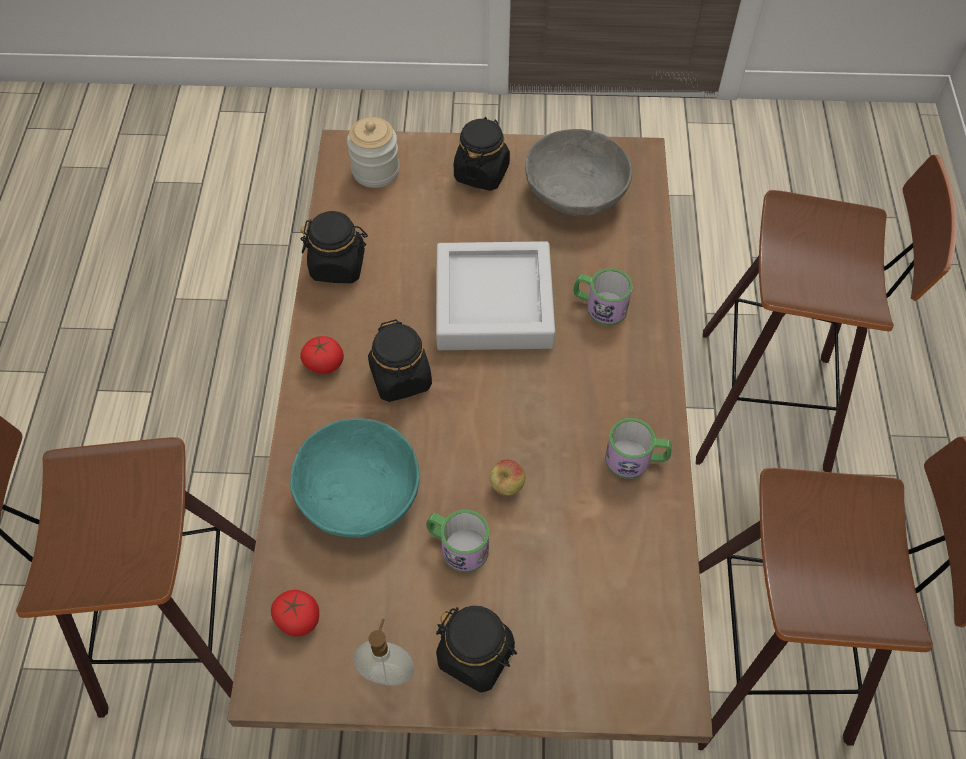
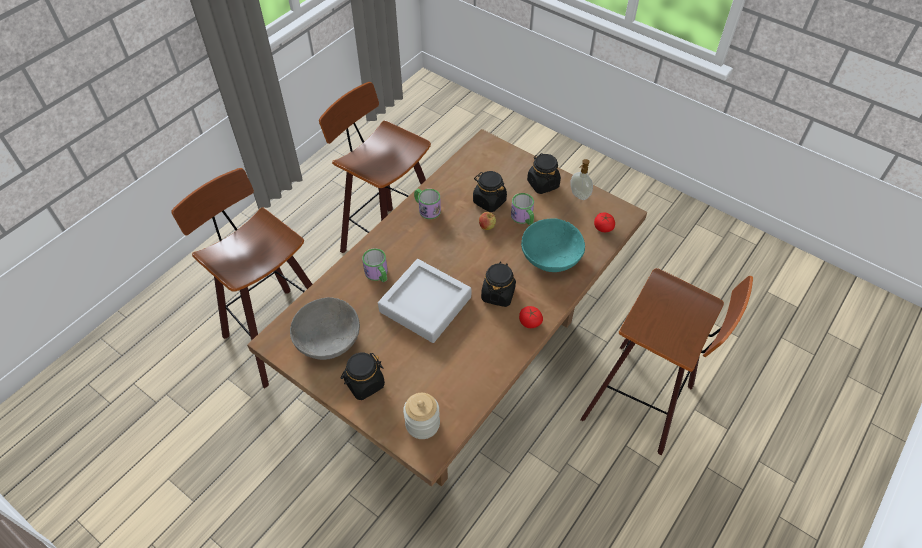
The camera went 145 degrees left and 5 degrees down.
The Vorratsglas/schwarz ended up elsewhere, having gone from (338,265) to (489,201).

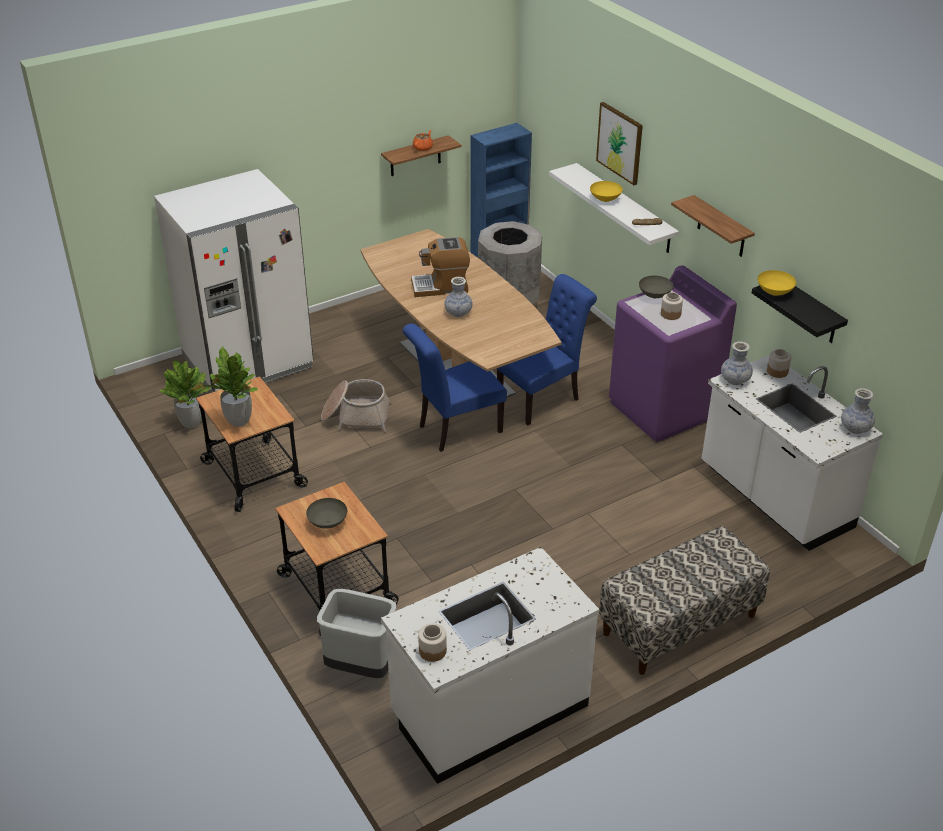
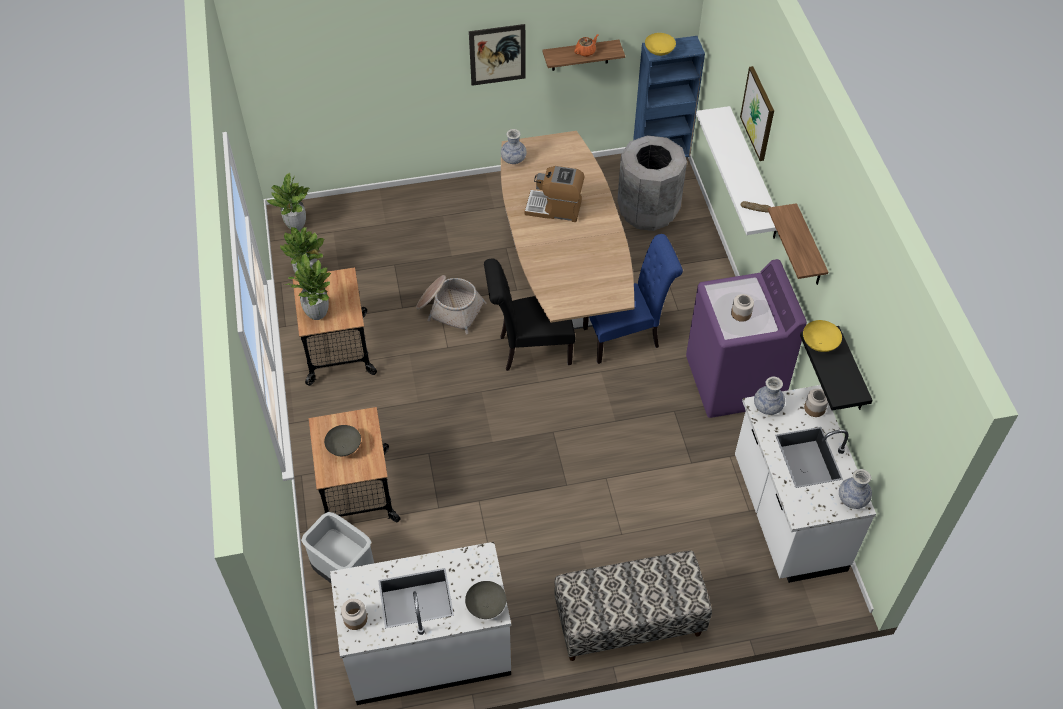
The camera went 20 degrees right and 15 degrees up.
The second view lost the Kühlschrank/weiß at (248,362).
What was the Stuhl/blau at (455,430) turned into the Stuhl/schwarz at (530,350).
The Vase ended up elsewhere, having gone from (458,313) to (513,159).
The Schüssel/gelb ended up elsewhere, having gone from (605,199) to (659,51).
The Schüssel/grau ended up elsewhere, having gone from (655,295) to (486,605).
The second view gained the Topfpflanze at (296,225).
The second view gained the Bild at (497,54).

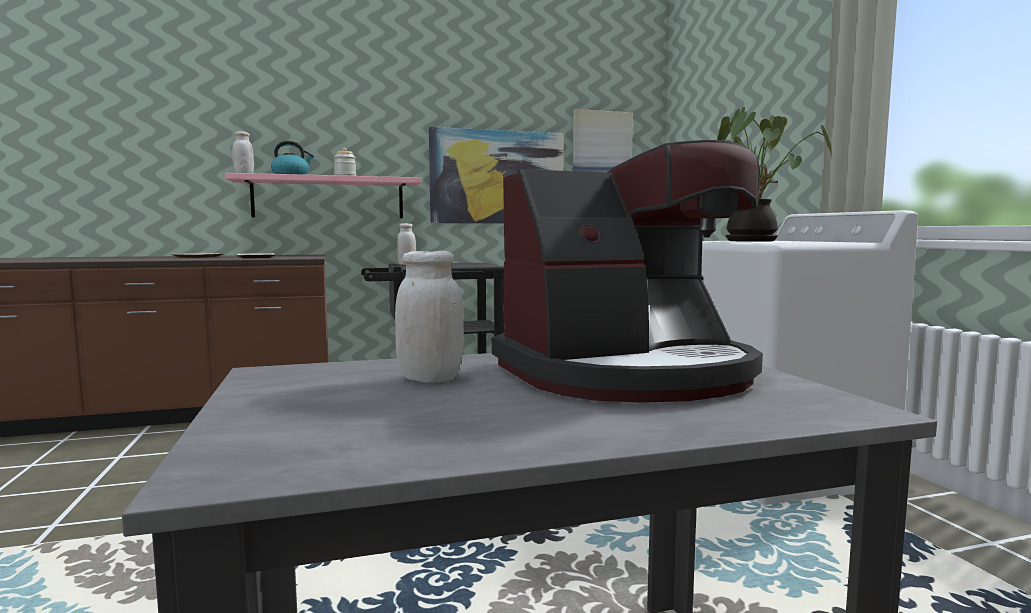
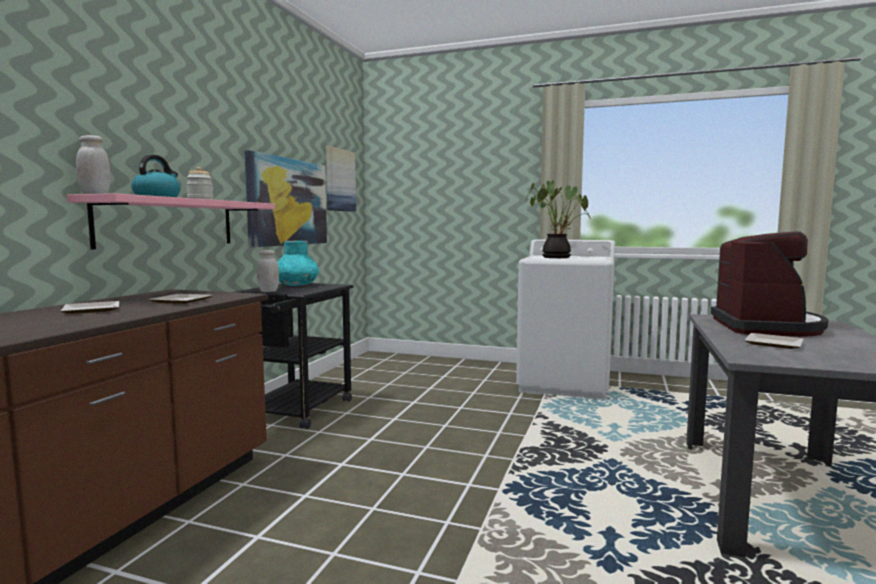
The camera went 55 degrees left and 0 degrees up.
Where the Vorratsglas/weiß stood at (430,378), the Teller came to stand at (772,343).
The second view gained the Vase/türkis at (296,285).

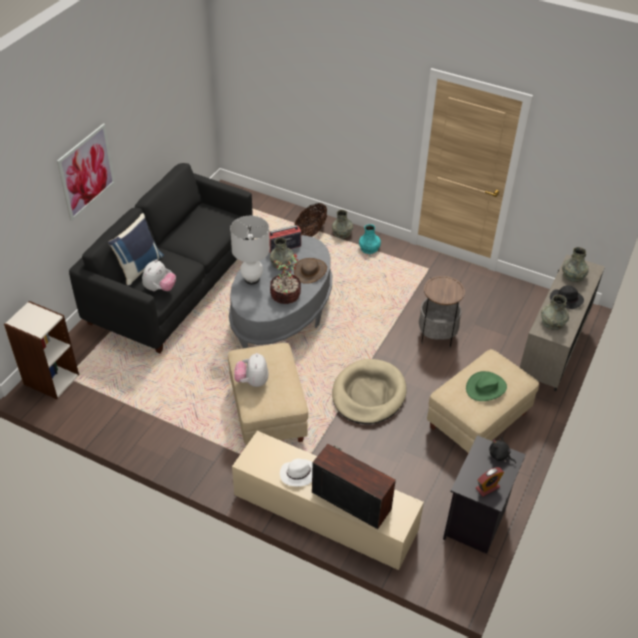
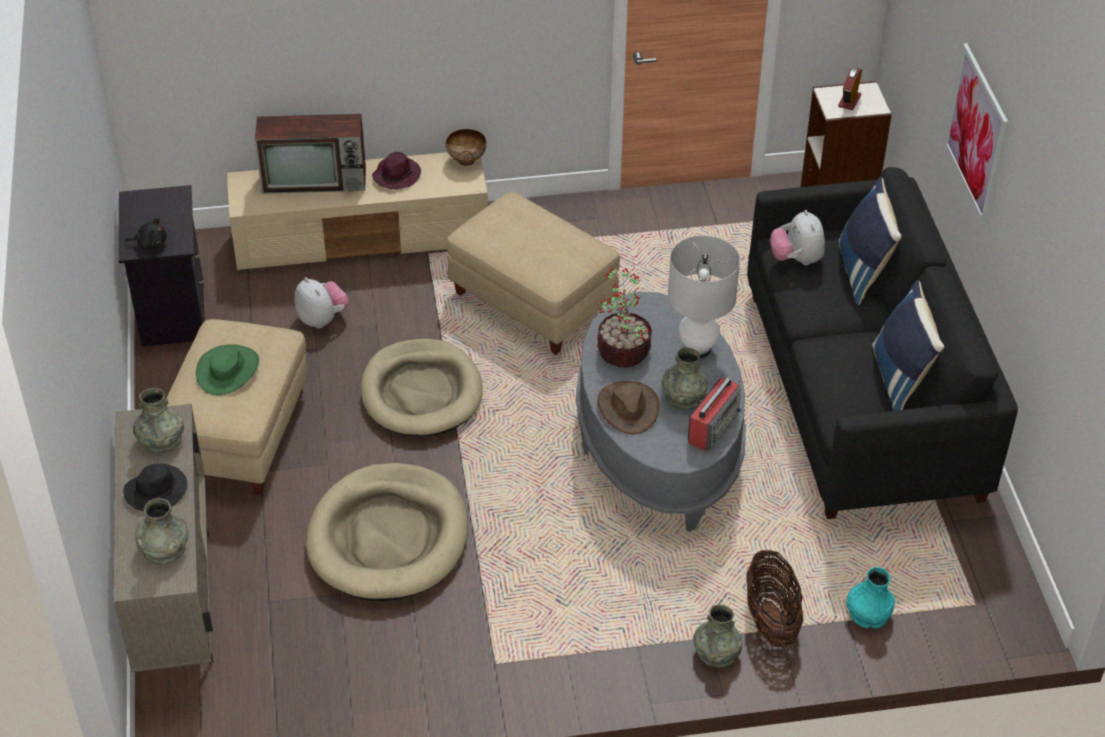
The camera went 145 degrees right and 0 degrees up.
The Plüschtier ended up elsewhere, having gone from (252,381) to (322,319).
What was the Hut/weiß at (298,474) turned into the Hut/lila at (396,175).
The Vase/türkis ended up elsewhere, having gone from (369,248) to (868,614).
Where the Beistelltisch stood at (437,335), the Hundebett/beige came to stand at (388,537).
The Wecker ended up elsewhere, having gone from (487,488) to (849,101).
The second view gained the Schüssel at (466,161).
The second view gained the Kissen/blau at (901,379).

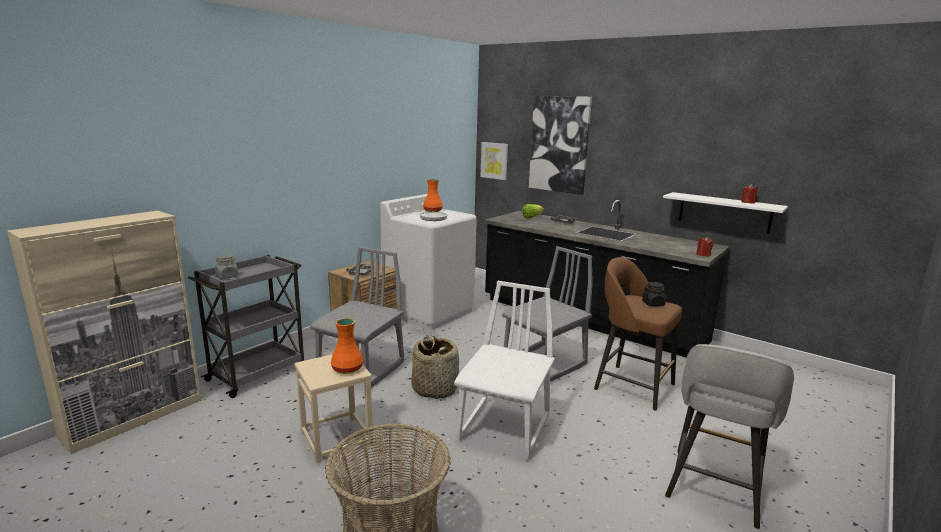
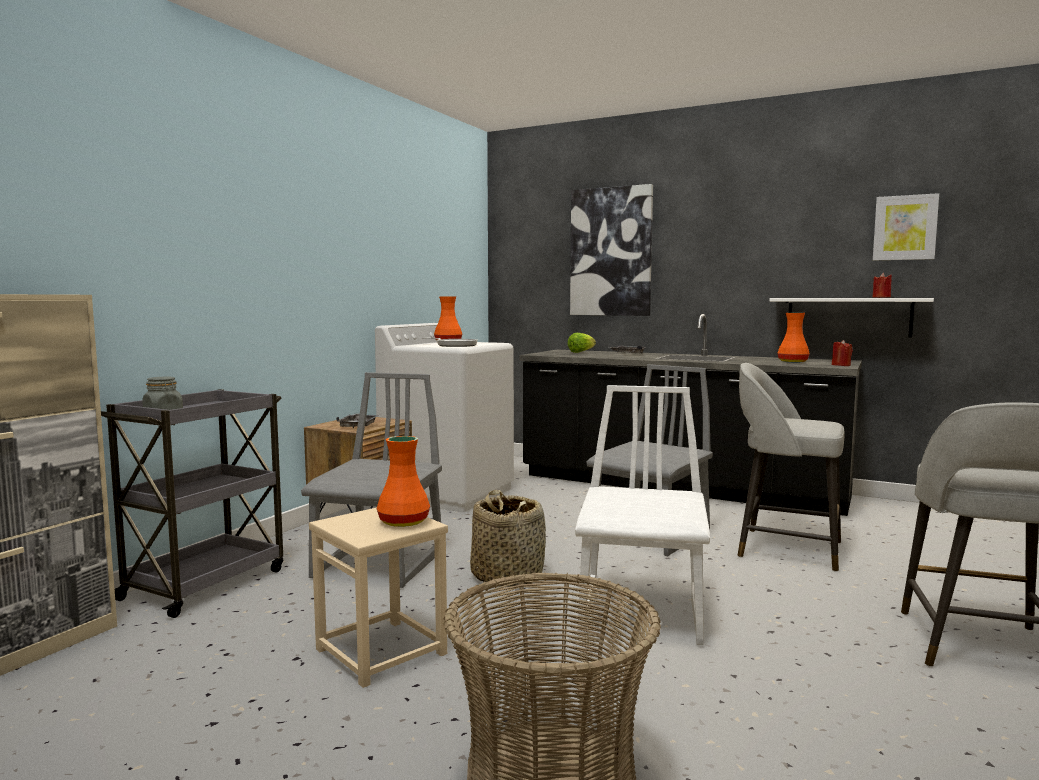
The camera went 10 degrees left and 10 degrees down.
The Bild ended up elsewhere, having gone from (494,160) to (905,228).
What was the Hocker/braun at (631,386) turned into the Hocker/grau at (785,548).
The second view lost the Vorratsglas/schwarz at (653,304).
The second view gained the Vase/orange at (792,362).

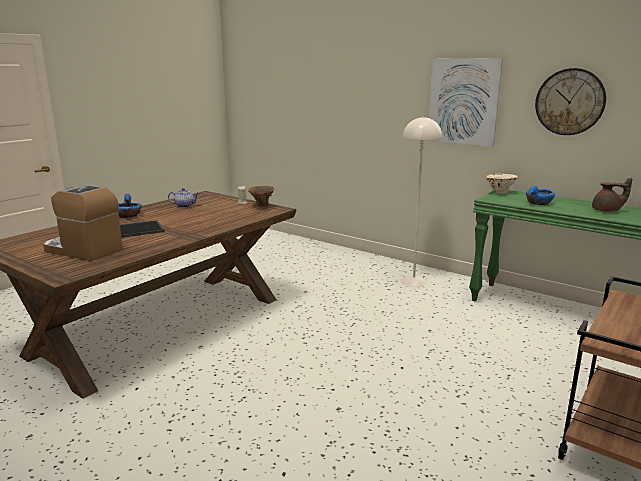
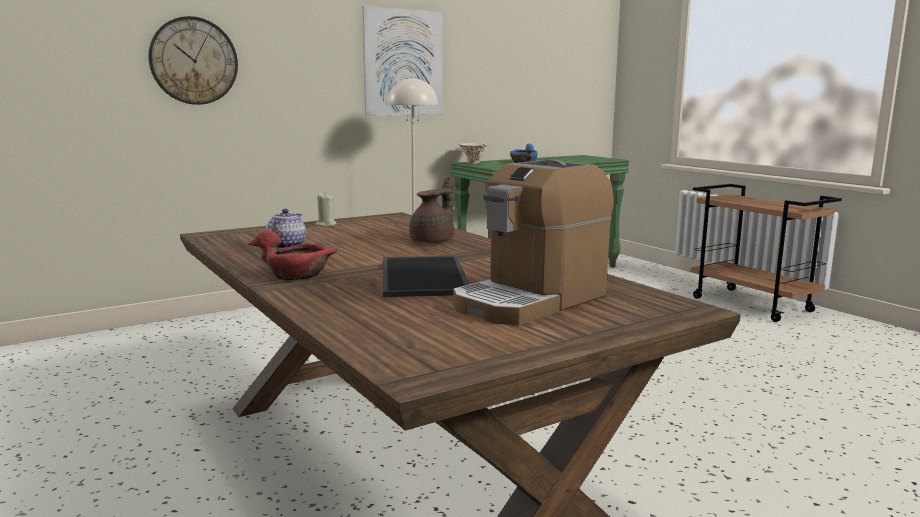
The camera went 70 degrees left and 5 degrees down.
What was the Schüssel/blau at (128,215) turned into the Schüssel/rot at (298,275).
The second view lost the Vase/braun at (261,206).
The Wanduhr ended up elsewhere, having gone from (569,102) to (193,61).
The Teekanne/braun ended up elsewhere, having gone from (607,211) to (434,241).

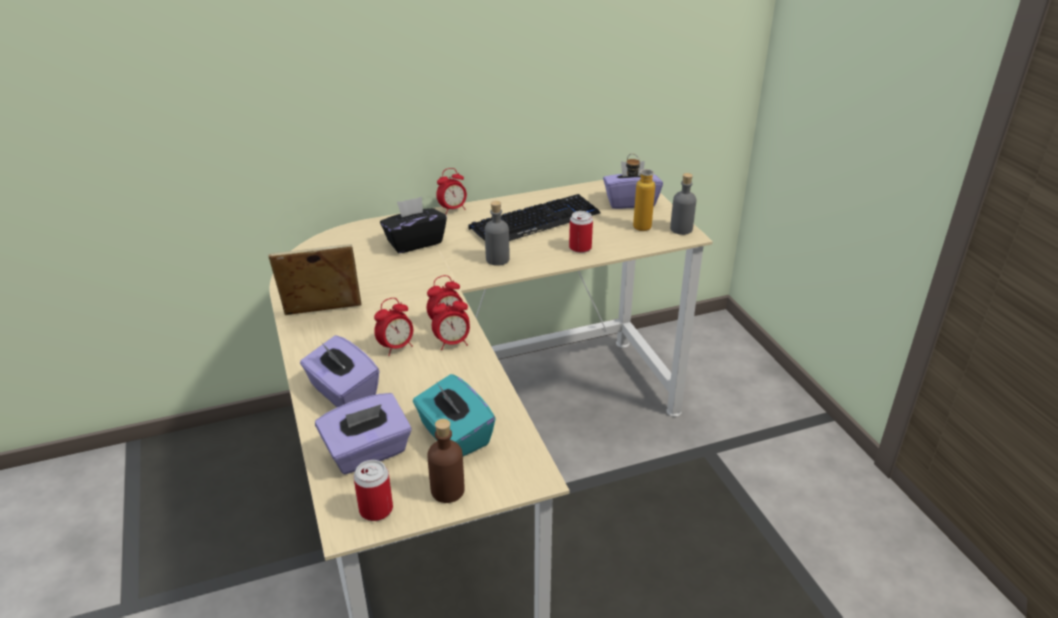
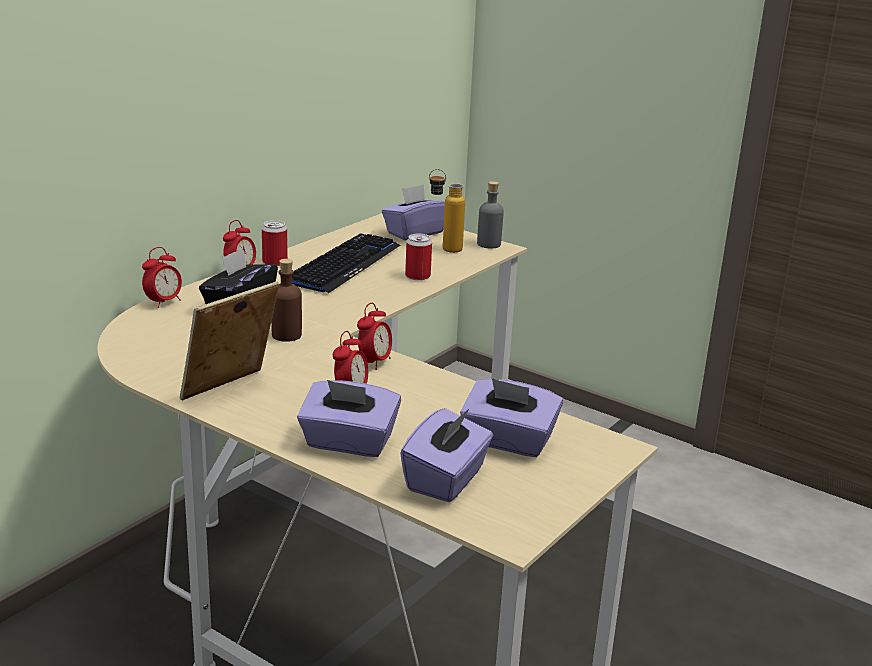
The camera went 35 degrees left and 10 degrees down.
The Dose ended up elsewhere, having gone from (376,509) to (275,262).
What was the Taschentuchbox/türkis at (454,435) turned into the Taschentuchbox/lila at (508,442).
The Flasche/braun ended up elsewhere, having gone from (447,490) to (286,335).
The Wecker ended up elsewhere, having gone from (452,343) to (163,302).
The second view lost the Flasche/grau at (497,259).

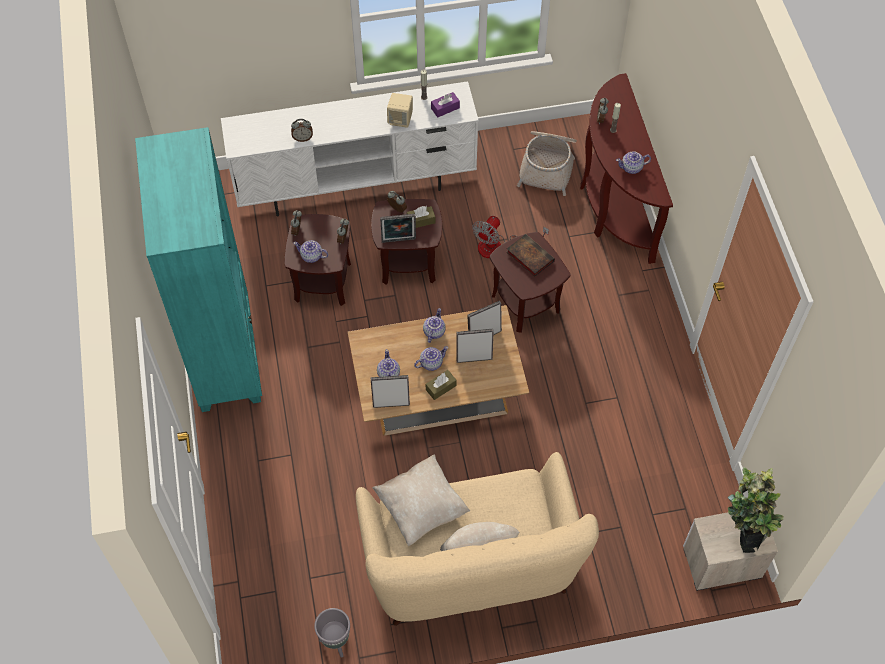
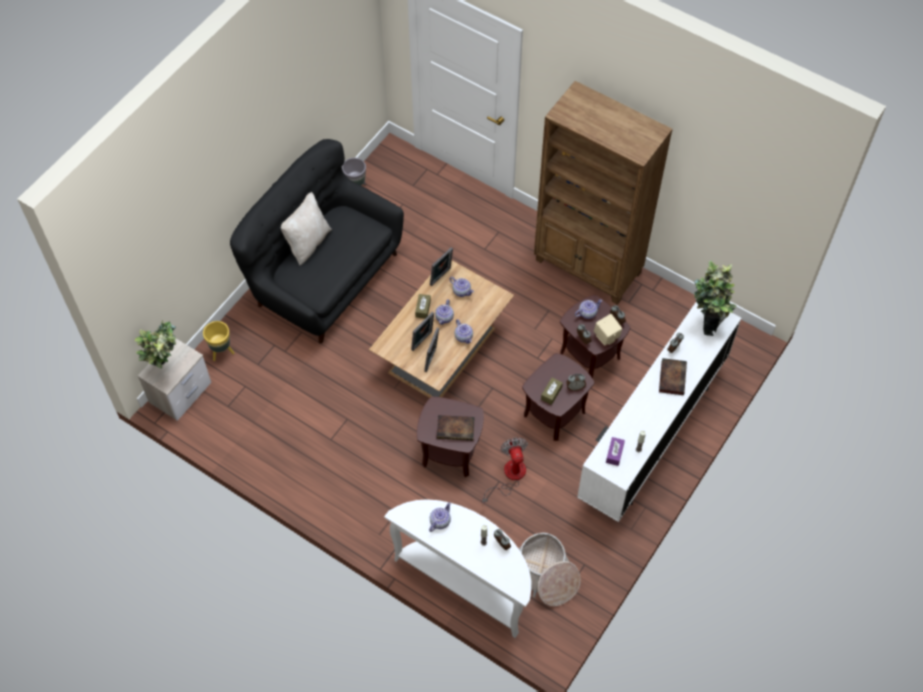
The camera went 135 degrees right and 0 degrees up.
What was the Bücherregal/türkis at (226,354) turned into the Bücherregal/braun at (588,267).
What was the Sofa/beige at (470,565) turned into the Sofa/schwarz at (324,276).
The second view lost the Kissen/beige at (421,507).
The second view lost the Bilderrahmen at (399,241).
The Lautsprecher/beige ended up elsewhere, having gone from (400,119) to (606,337).
What was the Konsolentisch/braun at (613,206) turned into the Konsolentisch/weiß at (466,581).
The second view gained the Pflanzkübel/gelb at (222,352).
The second view gained the Buch at (672,377).
The second view gained the Topfpflanze at (707,321).

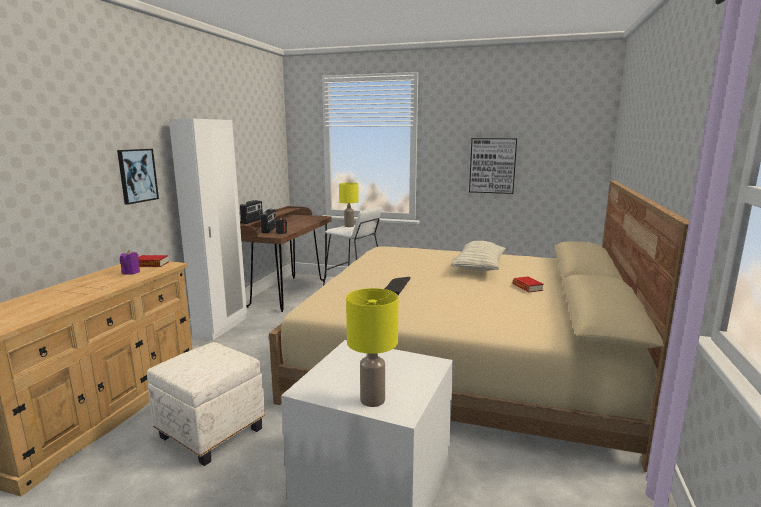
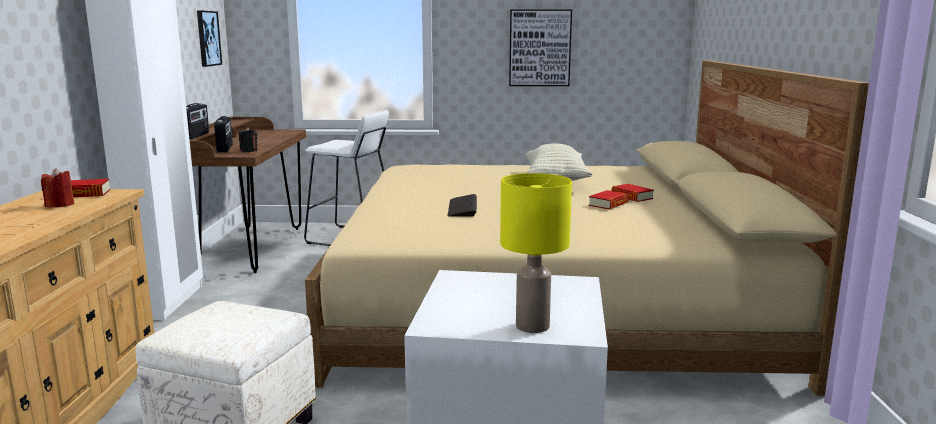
The camera went 15 degrees left and 0 degrees up.
The Bild ended up elsewhere, having gone from (137,175) to (208,38).
What was the Kerze/lila at (131,272) turned into the Kerze/rot at (60,205).
The second view lost the Tischlampe/gelb at (349,226).
The second view gained the Buch at (608,204).

